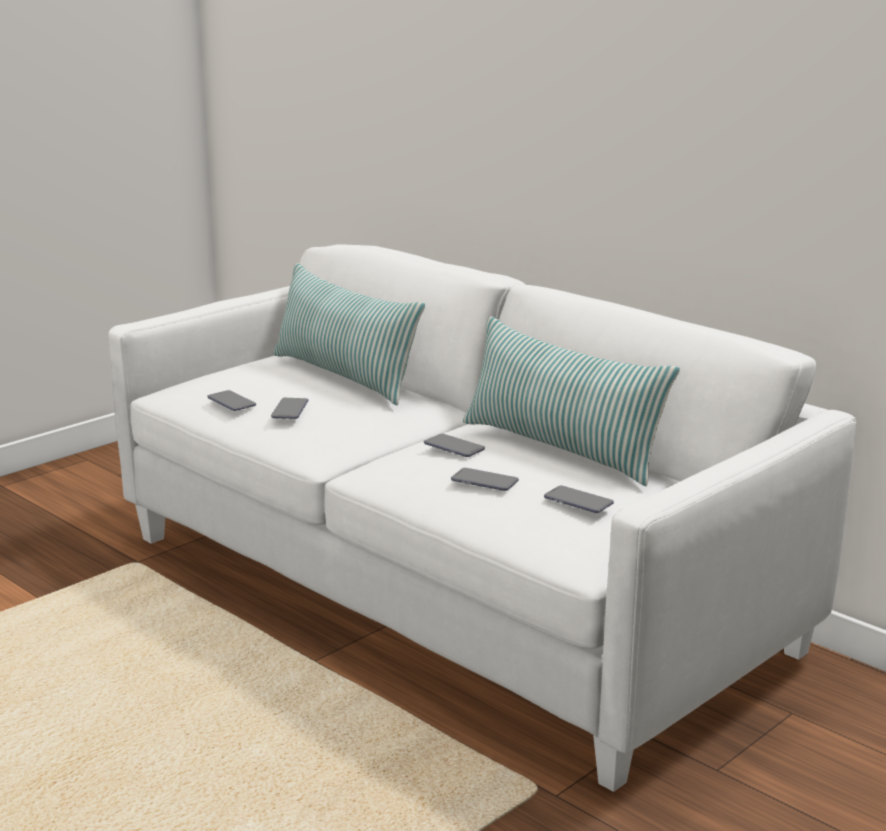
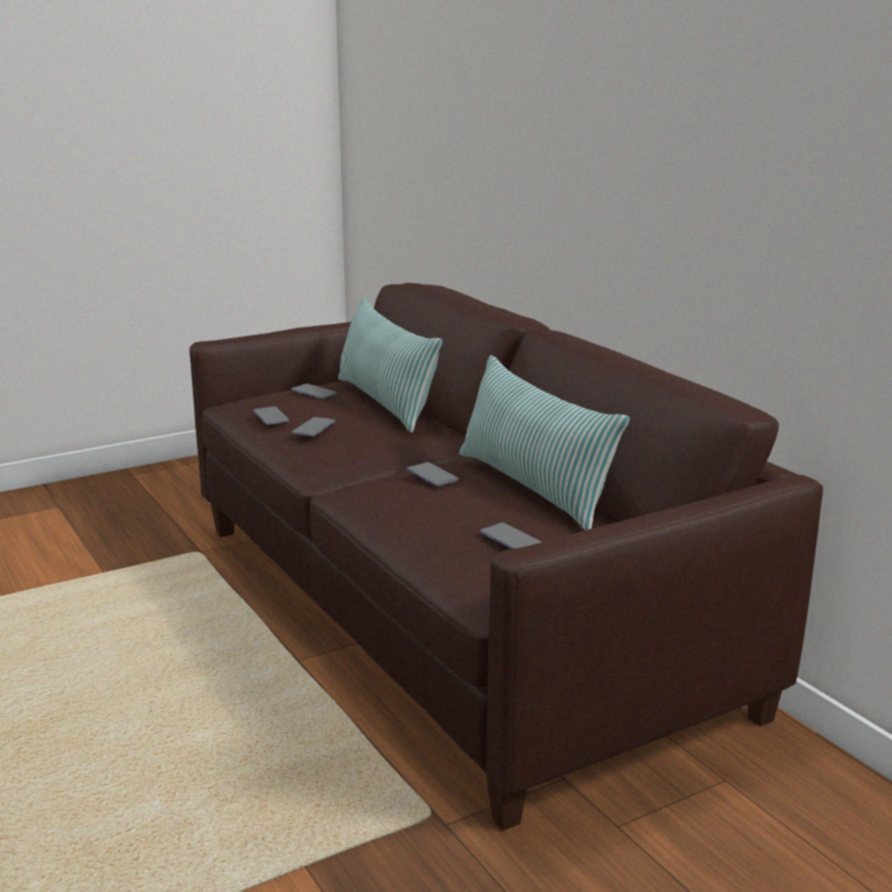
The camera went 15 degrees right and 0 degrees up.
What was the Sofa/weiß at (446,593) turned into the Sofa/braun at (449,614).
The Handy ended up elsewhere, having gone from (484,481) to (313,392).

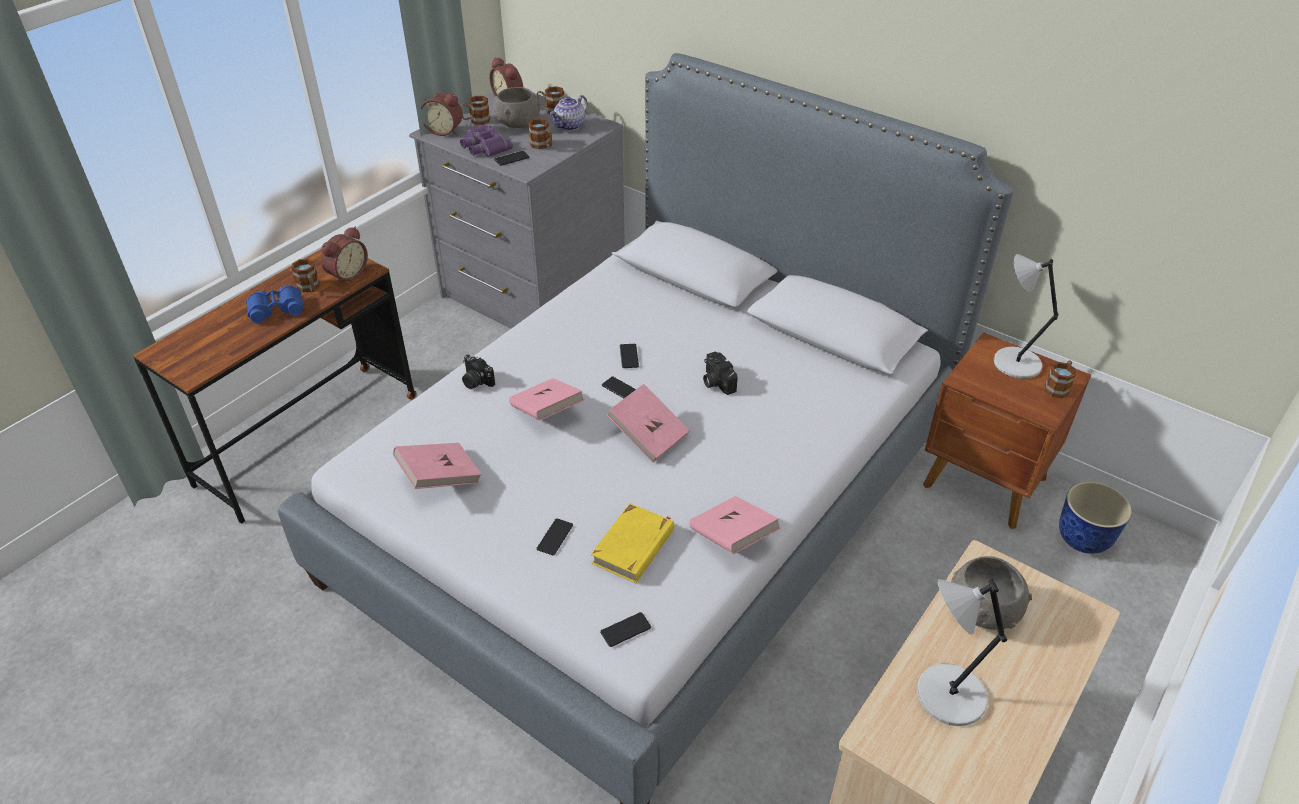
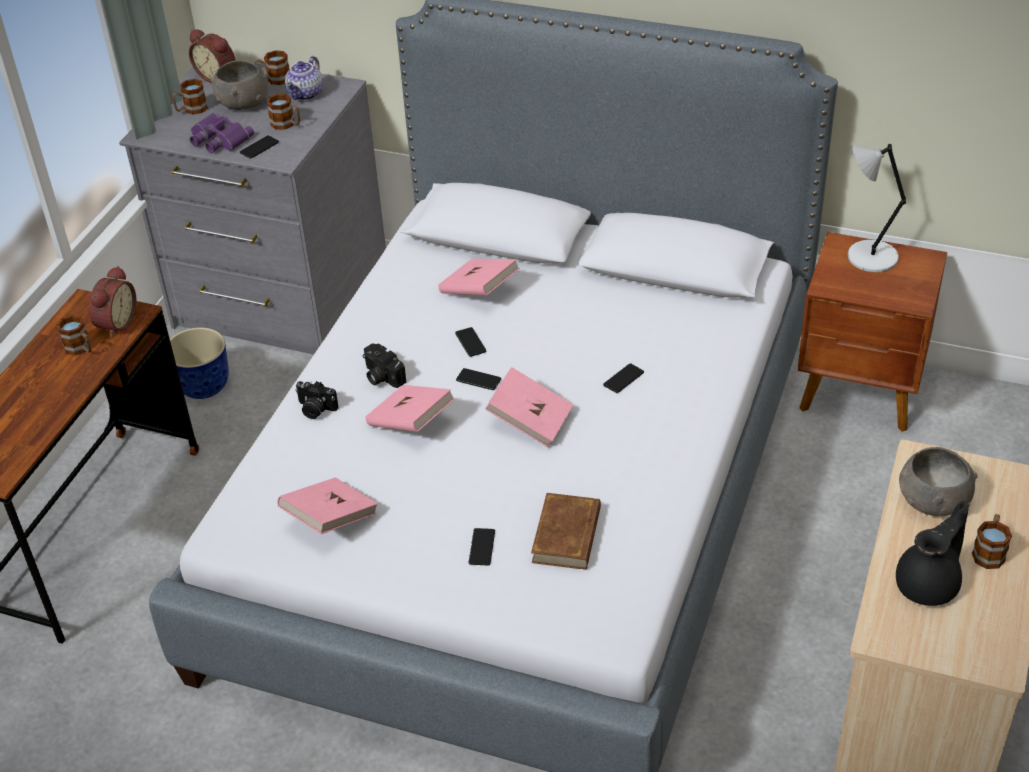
The camera went 15 degrees left and 0 degrees up.
The second view lost the Fernglas/blau at (276,309).
The second view lost the Wecker at (444,130).
What was the Buch/gelb at (634,547) turned into the Buch/braun at (567,535).
The Handy ended up elsewhere, having gone from (625,630) to (623,379).
The Buch/rosa ended up elsewhere, having gone from (732,537) to (479,291).
The Kamera ended up elsewhere, having gone from (716,381) to (381,376).
Where the Tischlampe/grau stood at (946,696), the Teekanne/schwarz came to stand at (929,585).
The Henkelbecher ended up elsewhere, having gone from (1058,387) to (989,551).
The Pflanzkübel ended up elsewhere, having gone from (1084,540) to (204,387).

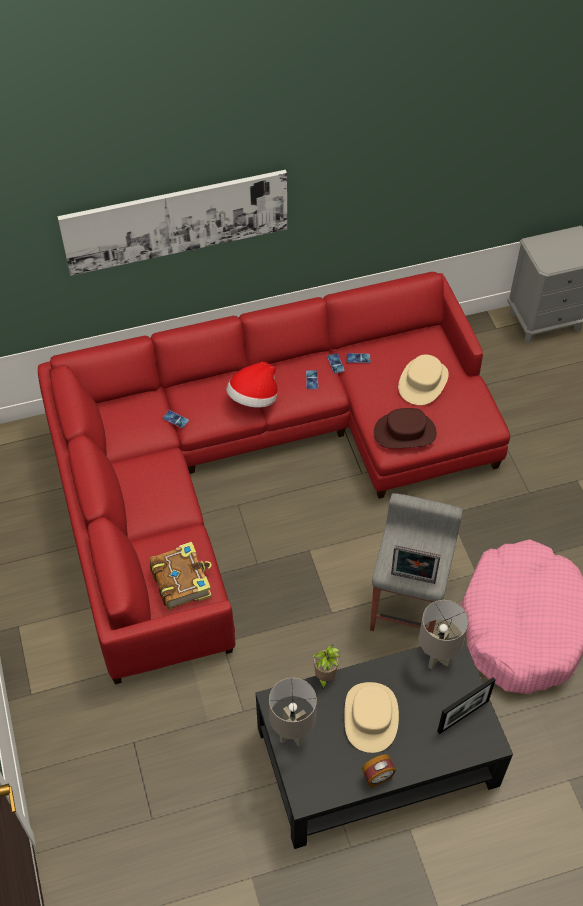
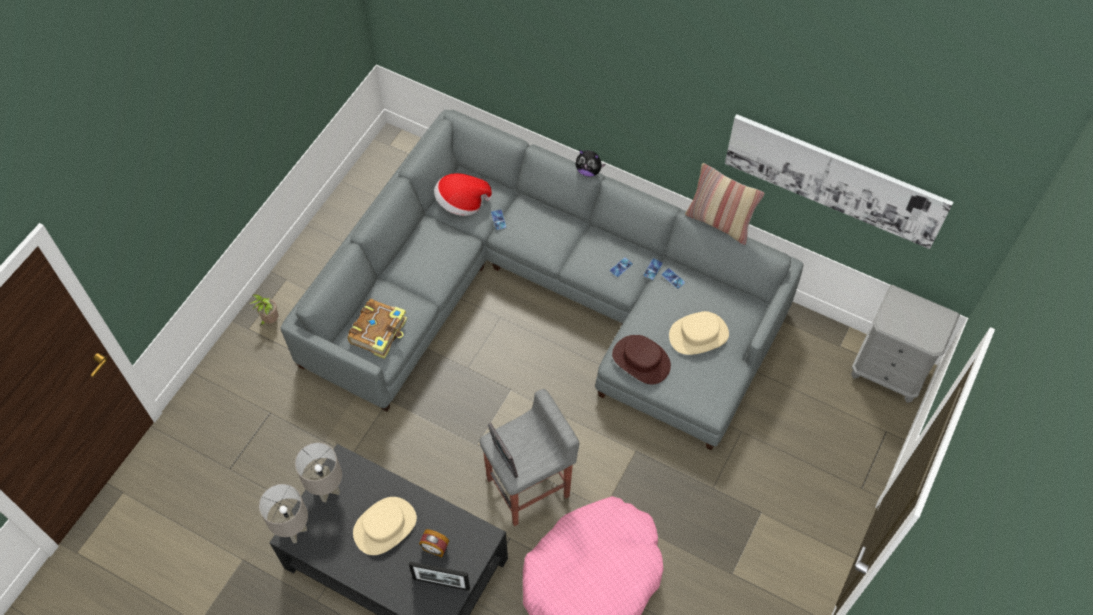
The camera went 45 degrees right and 5 degrees up.
What was the Sofa/rot at (255,462) turned into the Sofa/grau at (545,298).
The Bild ended up elsewhere, having gone from (176,221) to (834,179).
The Hut ended up elsewhere, having gone from (254,398) to (461,203).
The Topfpflanze ended up elsewhere, having gone from (324,677) to (270,320).
The Wecker ended up elsewhere, having gone from (378,777) to (435,548).
The Tischlampe/grau ended up elsewhere, having gone from (436,657) to (294,530).
The second view gained the Plüschtier at (588,171).
The second view gained the Kissen at (719,222).

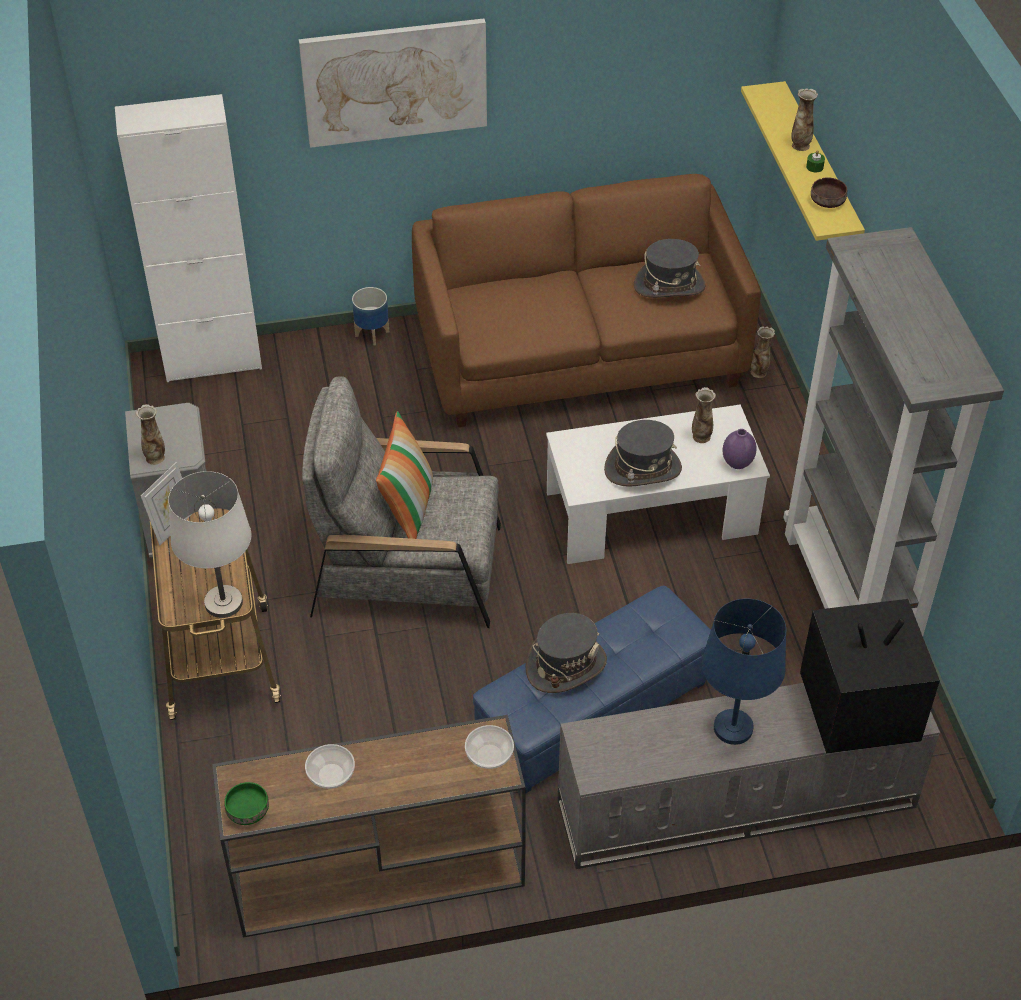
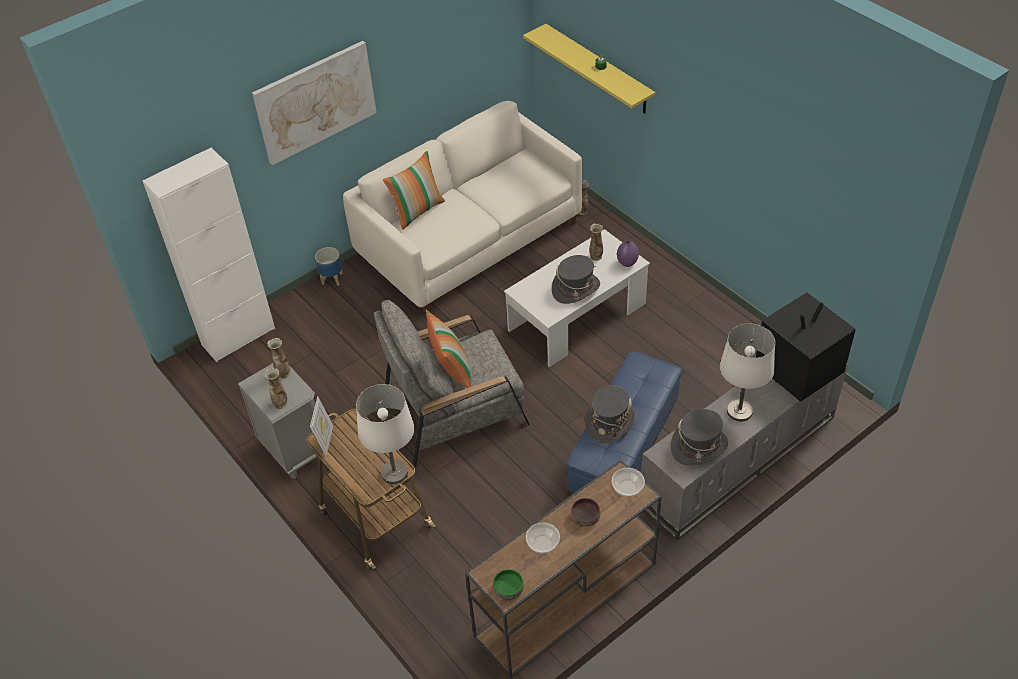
The camera went 25 degrees left and 0 degrees up.
What was the Sofa/braun at (580,352) turned into the Sofa/weiß at (470,240).
The Hut/grau ended up elsewhere, having gone from (669,285) to (699,446).
What was the Tischlampe/blau at (733,729) turned into the Tischlampe/weiß at (739,412).
The second view lost the Bücherregal/grau at (848,603).
The Vase ended up elsewhere, having gone from (800,145) to (283,373).
The Schüssel/braun ended up elsewhere, having gone from (827,202) to (585,517).
The second view gained the Kissen at (417,211).

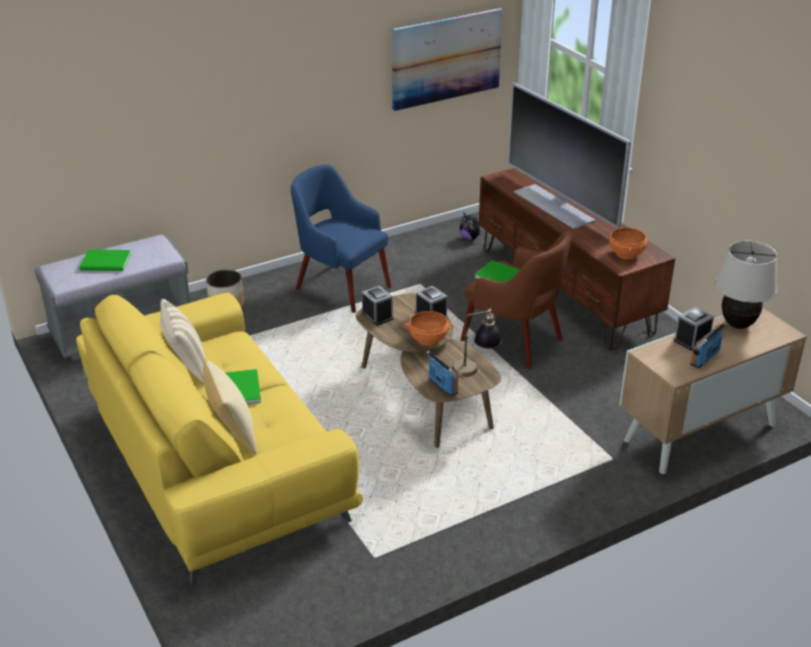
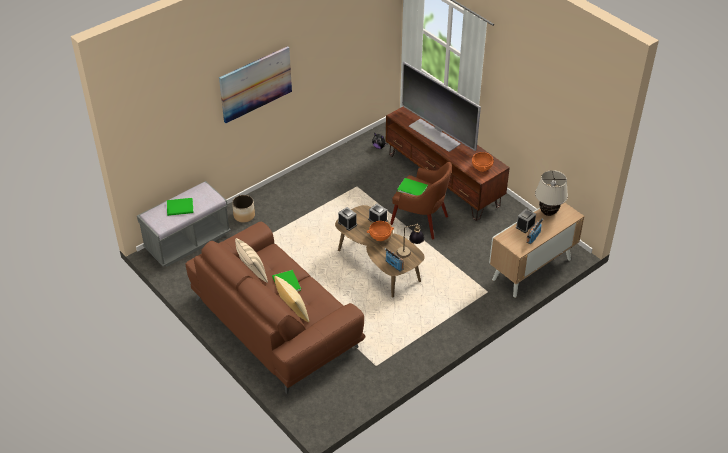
The camera went 10 degrees left and 10 degrees up.
What was the Sofa/gelb at (217,463) turned into the Sofa/braun at (275,322).
The second view lost the Sessel/blau at (340,287).
The Bild ended up elsewhere, having gone from (446,58) to (255,84).

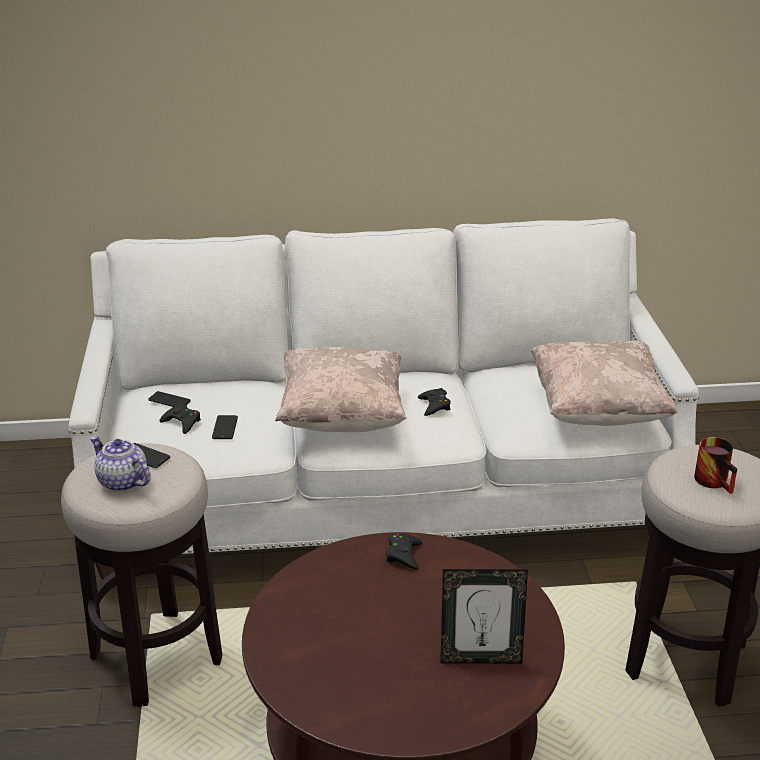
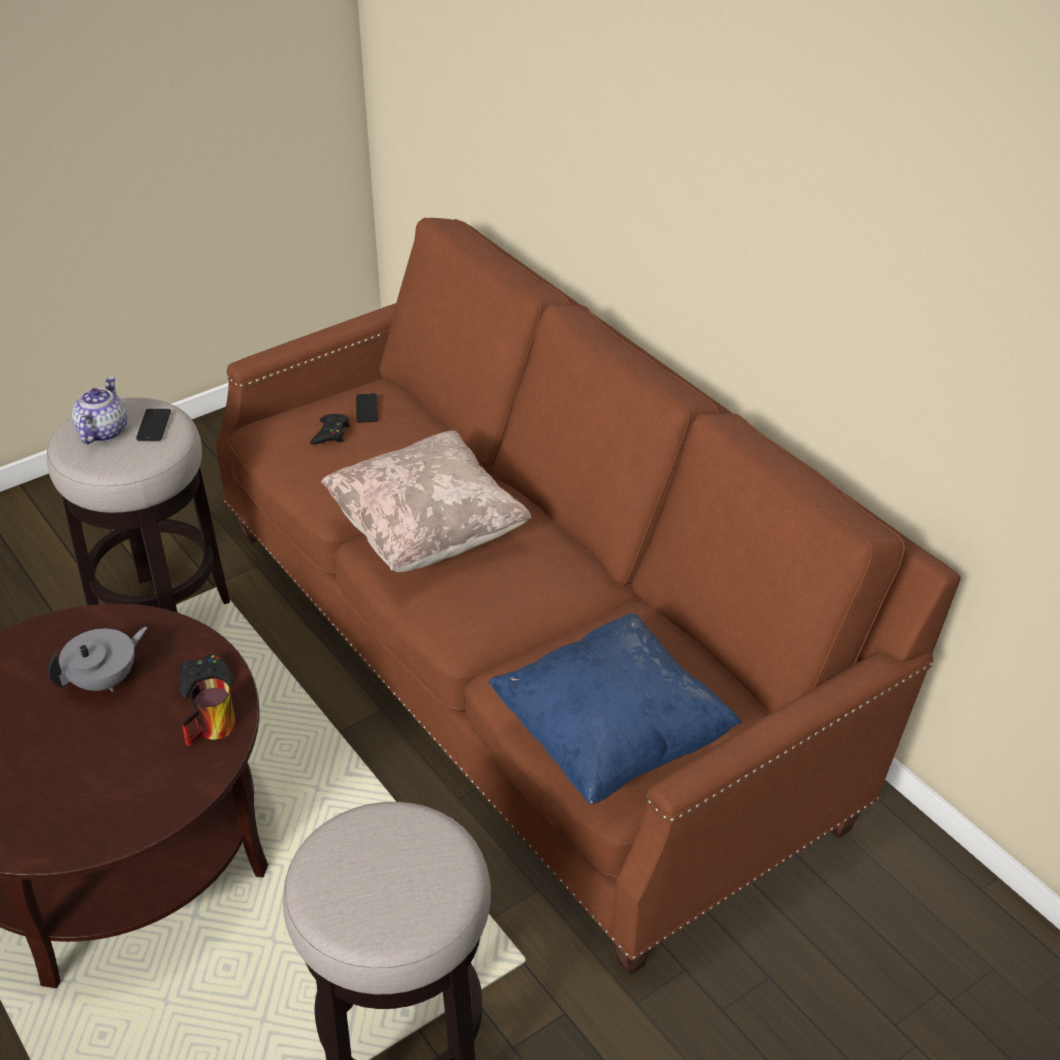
The camera went 60 degrees right and 10 degrees up.
What was the Sofa/weiß at (381,493) turned into the Sofa/braun at (532,660).
The second view lost the Handy at (225,428).
The second view lost the Gamepad/schwarz at (434,406).
The second view lost the Bilderrahmen at (480,658).
What was the Kissen/beige at (598,410) turned into the Kissen/blau at (611,738).
The Henkelbecher ended up elsewhere, having gone from (717,481) to (214,731).
The second view gained the Teekanne/grau at (105,680).

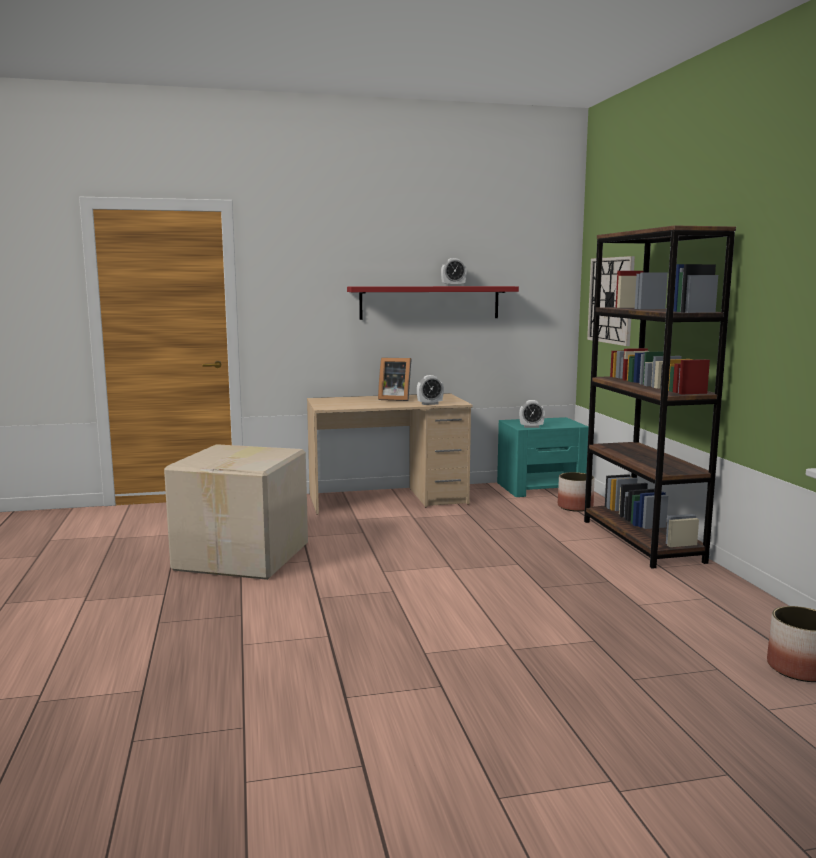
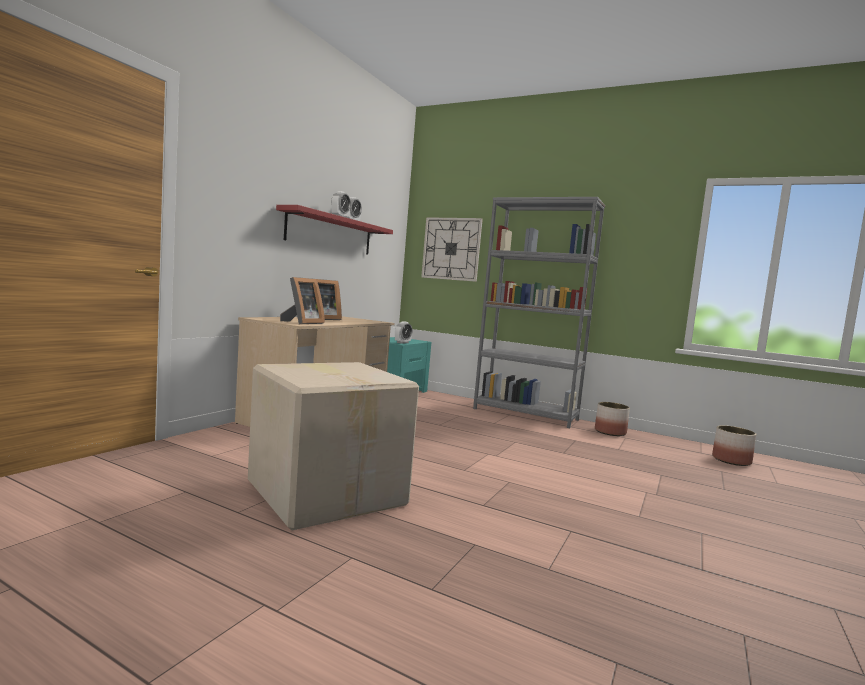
The camera went 50 degrees left and 5 degrees down.
The Wecker ended up elsewhere, having gone from (430,404) to (340,217).
The Pflanzkübel ended up elsewhere, having gone from (575,507) to (610,432).
What was the Bücherregal/braun at (641,541) turned into the Bücherregal/grau at (525,414).
The second view gained the Bilderrahmen at (302,323).

